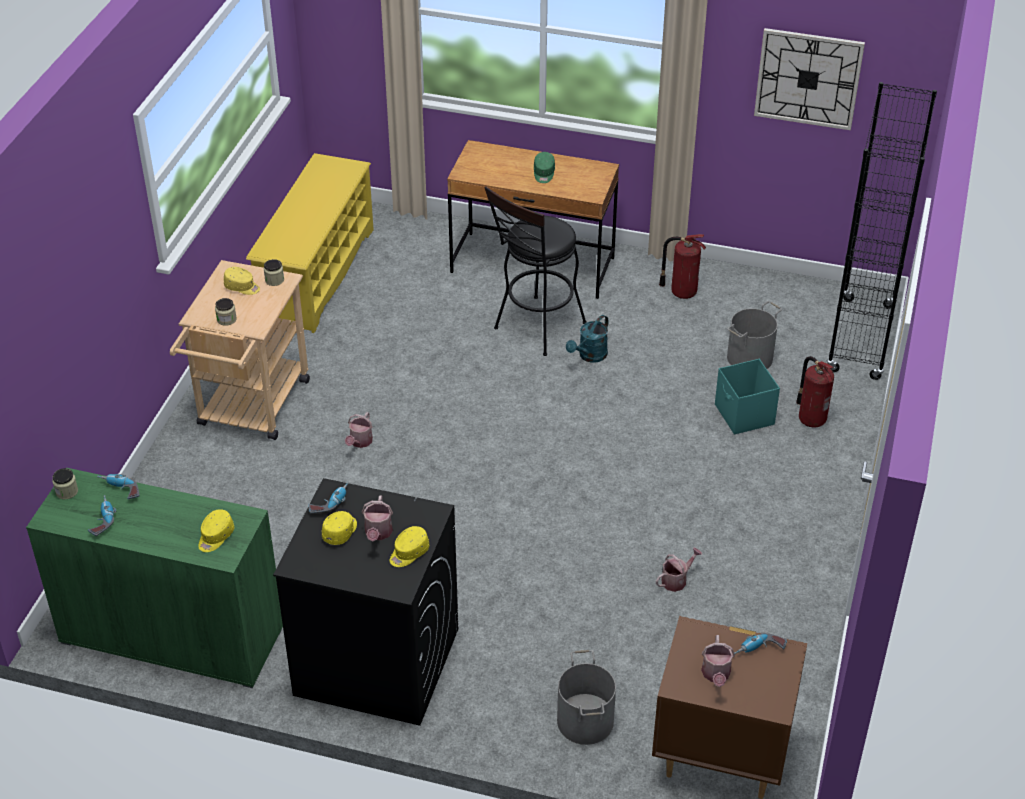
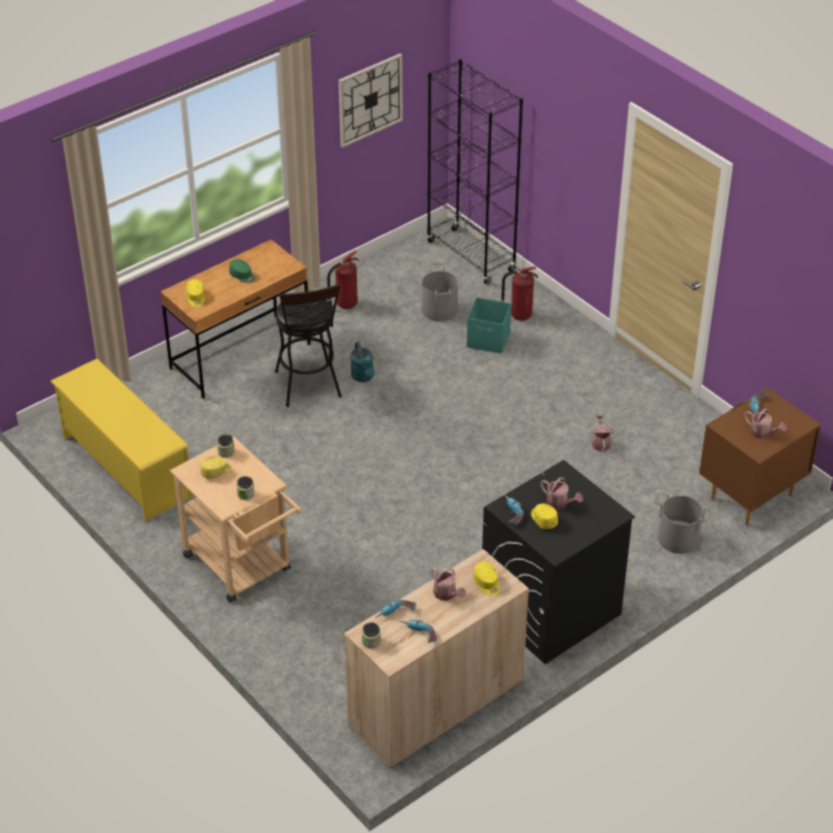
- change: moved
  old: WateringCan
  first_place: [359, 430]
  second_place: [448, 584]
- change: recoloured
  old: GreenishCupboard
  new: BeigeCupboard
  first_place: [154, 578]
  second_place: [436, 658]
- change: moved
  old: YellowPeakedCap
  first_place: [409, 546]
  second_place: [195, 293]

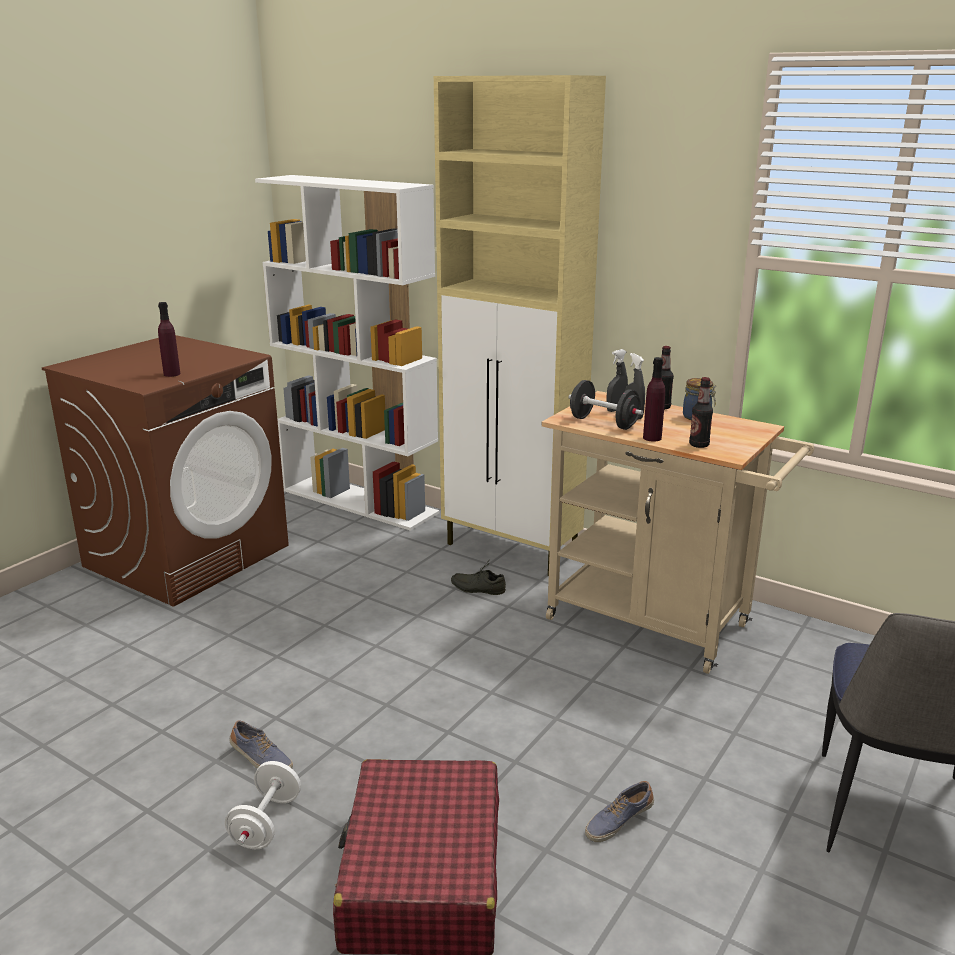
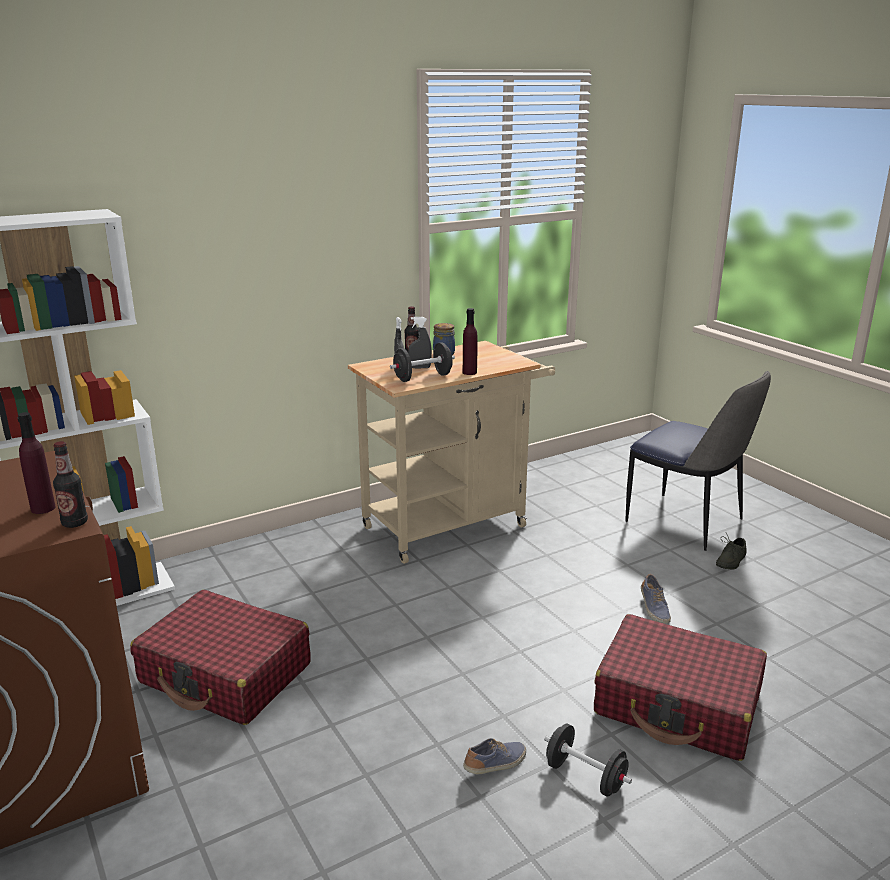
- change: removed
  old: BeigeCupboard
  first_place: [520, 325]
- change: moved
  old: BeverageBottle
  first_place: [701, 412]
  second_place: [70, 484]
- change: moved
  old: GreyItemOfFootwear
  first_place: [478, 577]
  second_place: [731, 551]
- change: recoloured
  old: WhitishDumbbell
  new: BlackishDumbbell
  first_place: [263, 805]
  second_place: [588, 760]
- change: added
  new: RedTravelCase
  second_place: [220, 657]

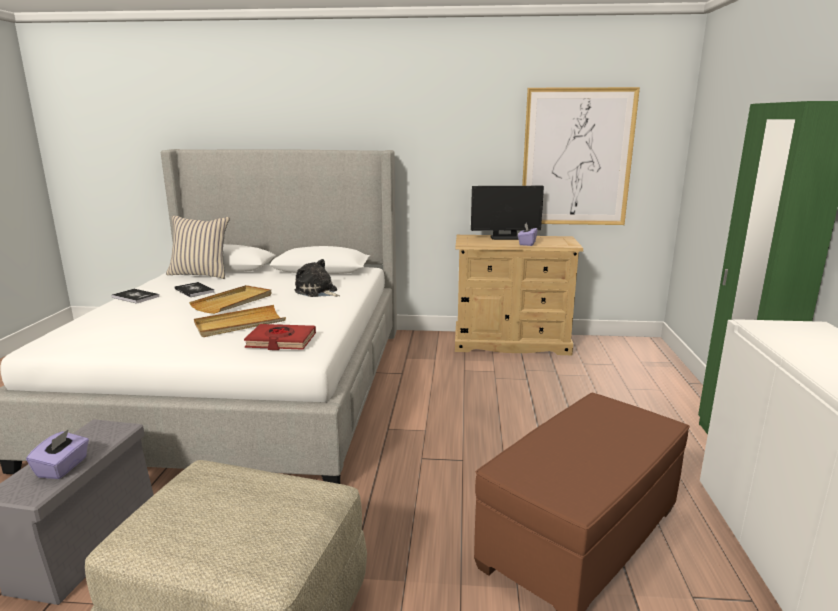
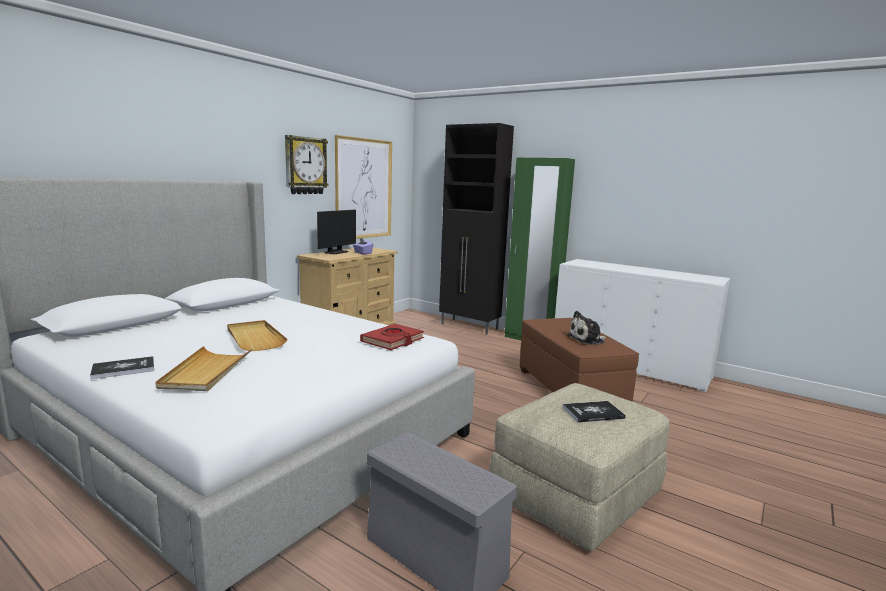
- change: removed
  old: BeigePillow
  first_place: [198, 247]
- change: moved
  old: PlushToy
  first_place: [317, 278]
  second_place: [587, 328]
- change: moved
  old: BoundBook
  first_place: [194, 289]
  second_place: [594, 411]
- change: moved
  old: BeigeServingTray
  first_place: [240, 321]
  second_place: [204, 368]
- change: removed
  old: PurpleColouredTissueHolder
  first_place: [57, 454]
- change: added
  new: BlackishCupboard
  second_place: [476, 229]
- change: added
  new: ClockOnTheWall
  second_place: [307, 164]

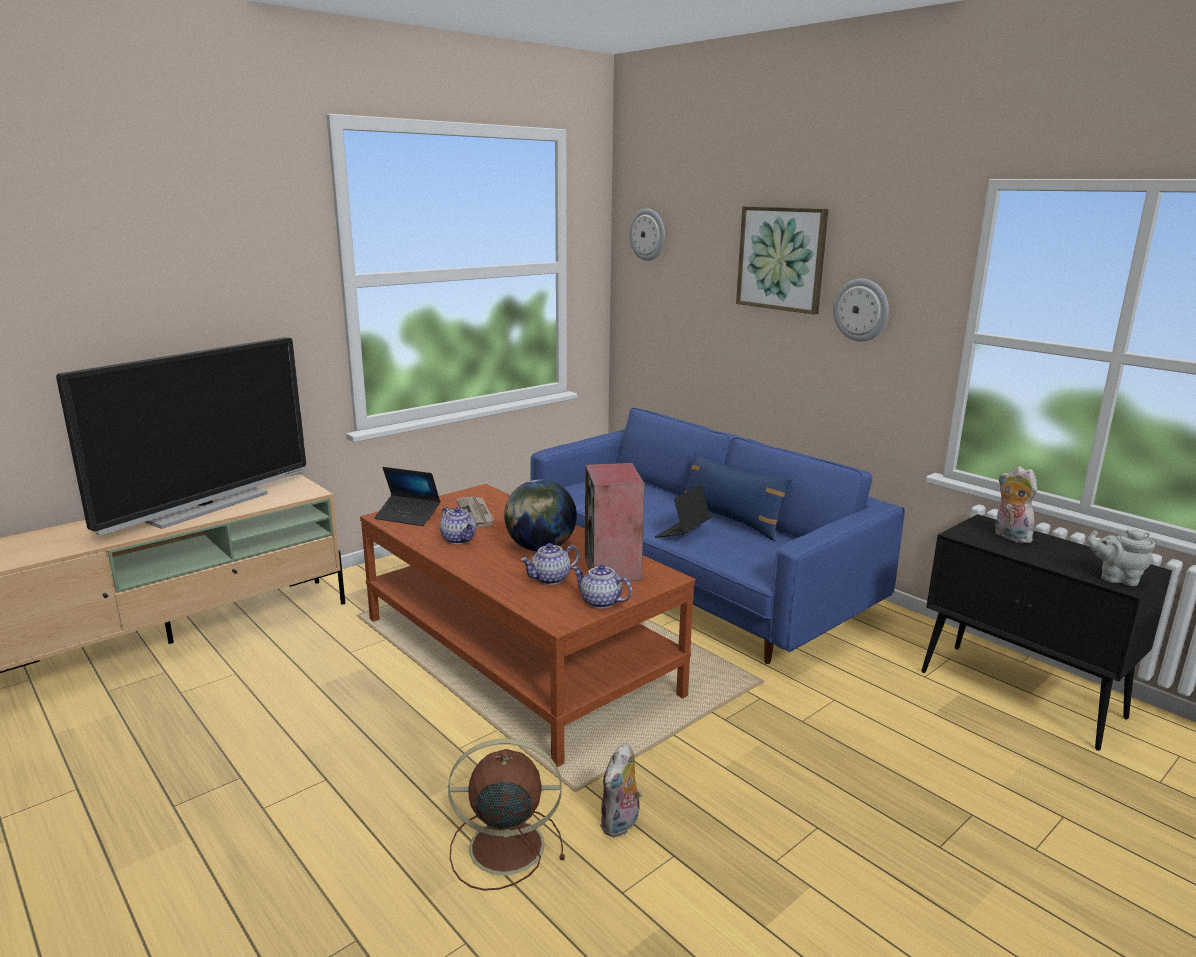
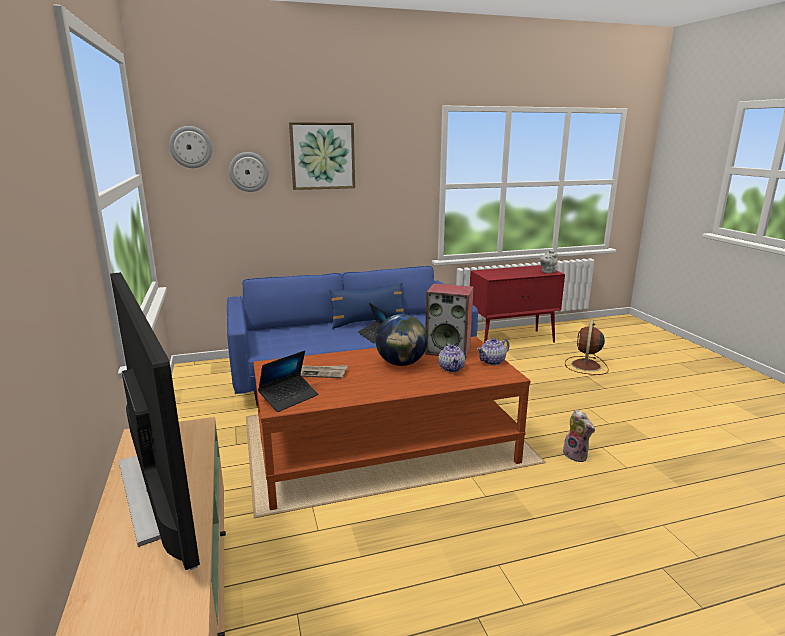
- change: moved
  old: ClockOnTheWall
  first_place: [861, 310]
  second_place: [249, 172]
- change: removed
  old: PlushToy
  first_place: [1016, 504]
- change: removed
  old: PotForTea
  first_place: [458, 525]
- change: recoloured
  old: BlackishCupboard
  new: RedCupboard
  first_place: [1046, 632]
  second_place: [517, 304]
- change: moved
  old: BrownCoolingFan
  first_place: [506, 815]
  second_place: [586, 347]

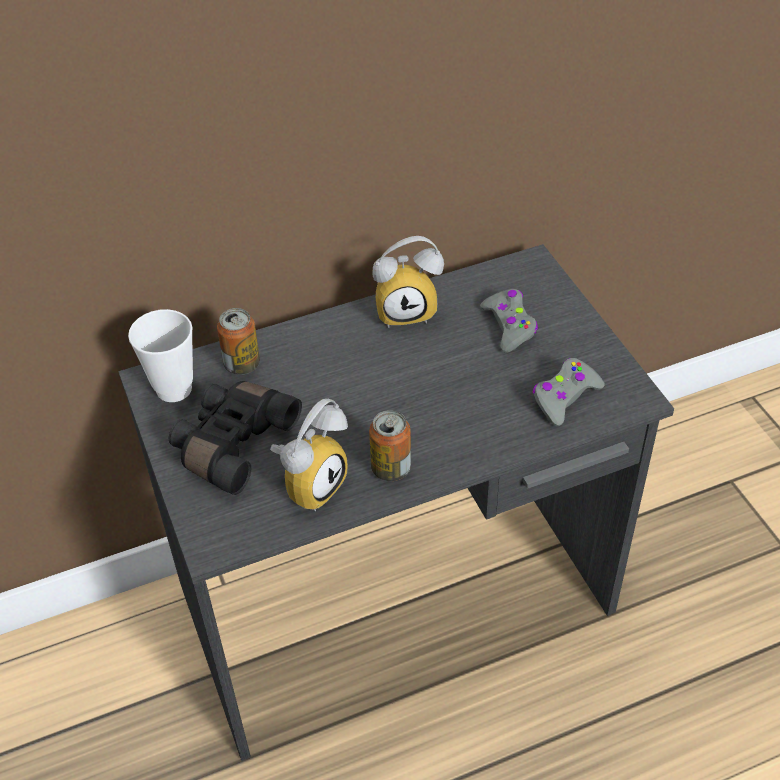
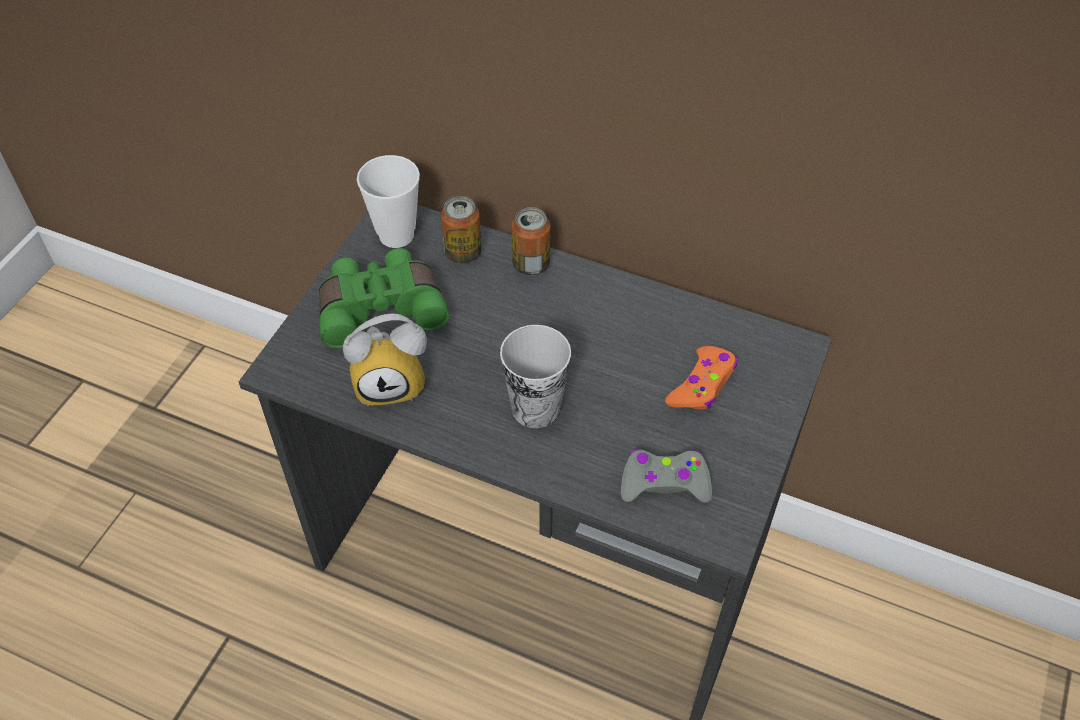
- change: removed
  old: BedsideClock
  first_place: [408, 282]
- change: recoloured
  old: GreyGamepad
  new: OrangeyGamepad
  first_place: [509, 321]
  second_place: [701, 378]
- change: recoloured
  old: BlackishBinoculars
  new: GreenishBinoculars
  first_place: [235, 438]
  second_place: [384, 298]
- change: moved
  old: Can
  first_place: [390, 445]
  second_place: [531, 241]
- change: added
  new: Cup
  second_place: [535, 376]

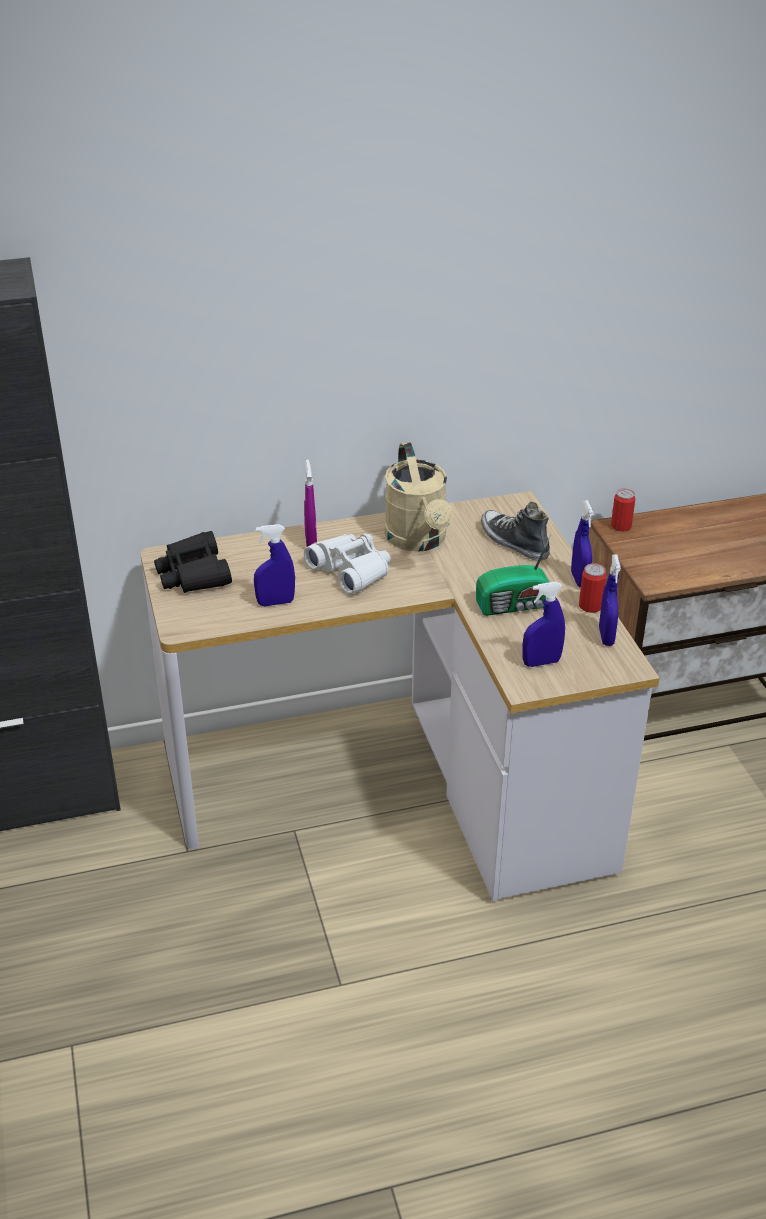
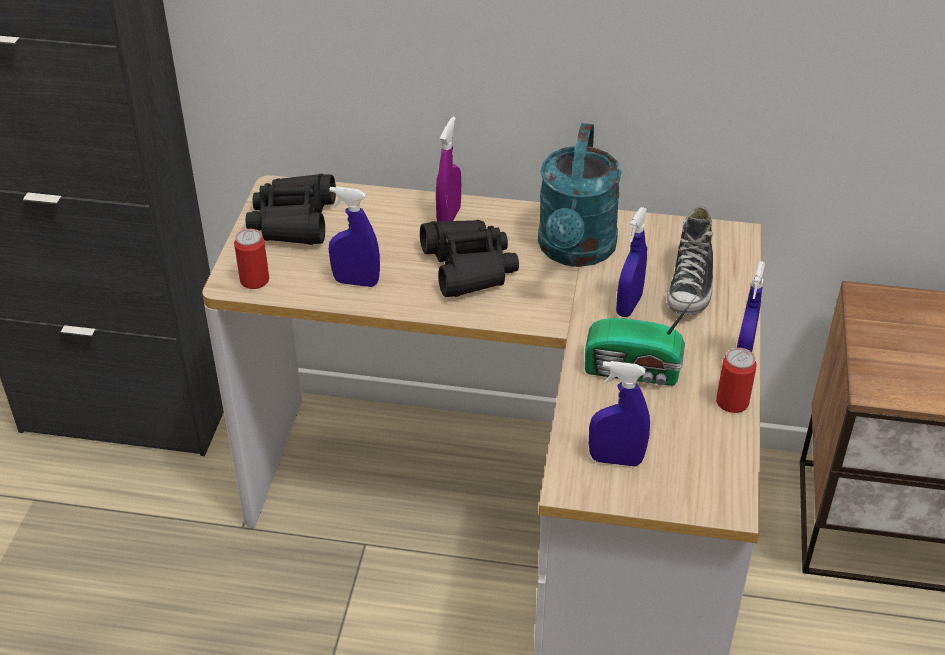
- change: recoloured
  old: BeigeWateringCan
  new: BlueGreenWateringCan
  first_place: [418, 497]
  second_place: [580, 195]
- change: moved
  old: Can
  first_place: [623, 510]
  second_place: [252, 259]
- change: turned
  old: ItemOfFootwear
  first_place: [515, 531]
  second_place: [690, 260]
  degrees: -150
- change: recoloured
  old: WhitishBinoculars
  new: BlackishBinoculars
  first_place: [347, 564]
  second_place: [469, 258]
- change: moved
  old: BlueColouredHandSprayer
  first_place: [610, 600]
  second_place: [631, 262]

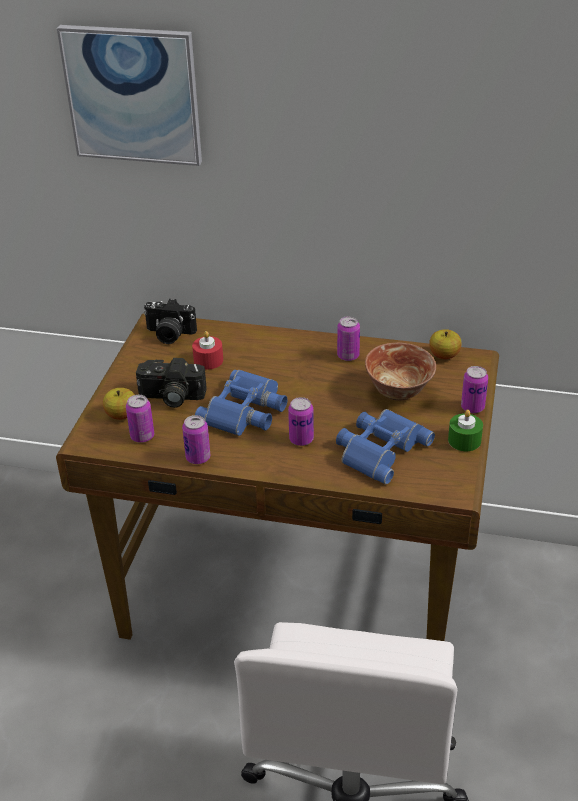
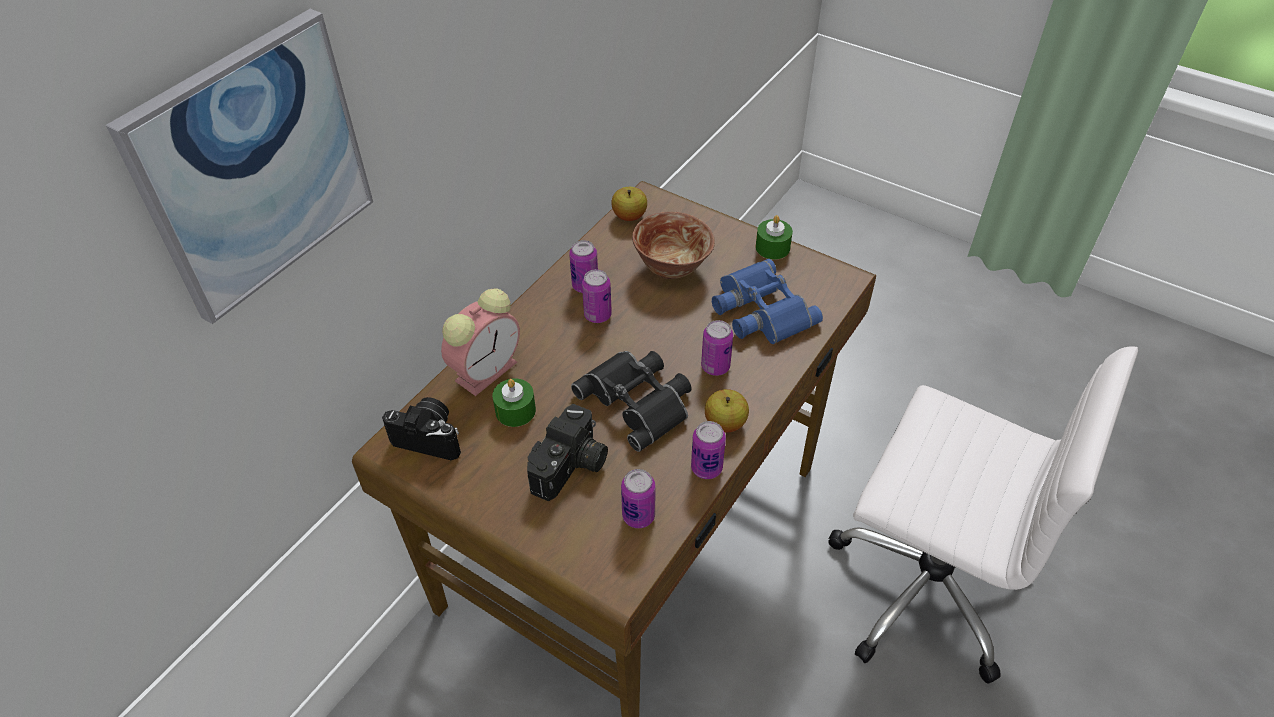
- change: turned
  old: StillCamera
  first_place: [170, 321]
  second_place: [421, 428]
  degrees: -105
- change: recoloured
  old: RedWaxLight
  new: GreenishWaxLight
  first_place: [207, 350]
  second_place: [514, 402]
- change: moved
  old: Can
  first_place: [474, 389]
  second_place: [597, 296]
- change: recoloured
  old: BlueColouredBinoculars
  new: BlackishBinoculars
  first_place: [241, 403]
  second_place: [631, 401]
- change: moved
  old: AppleFruit
  first_place: [119, 404]
  second_place: [727, 411]
- change: added
  new: BedsideClock
  second_place: [480, 342]

